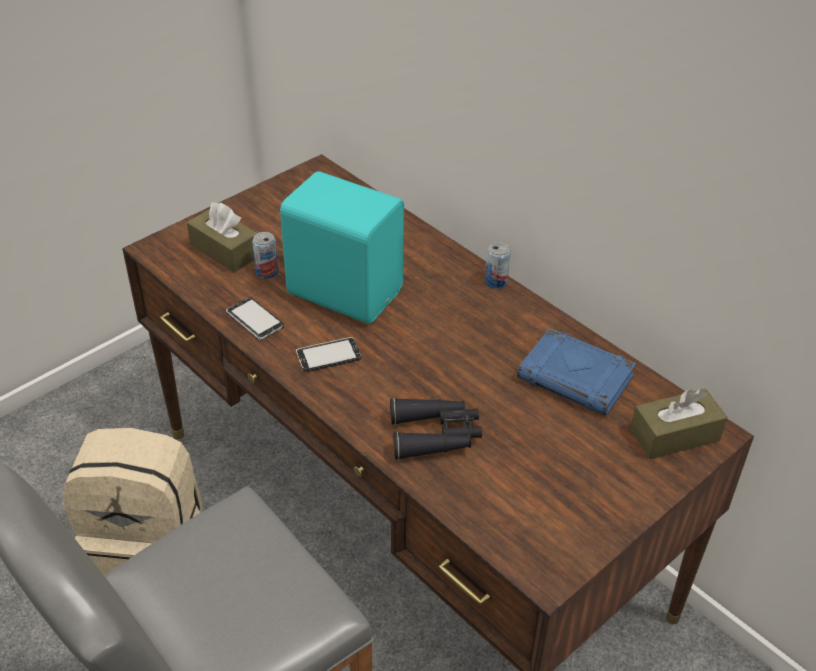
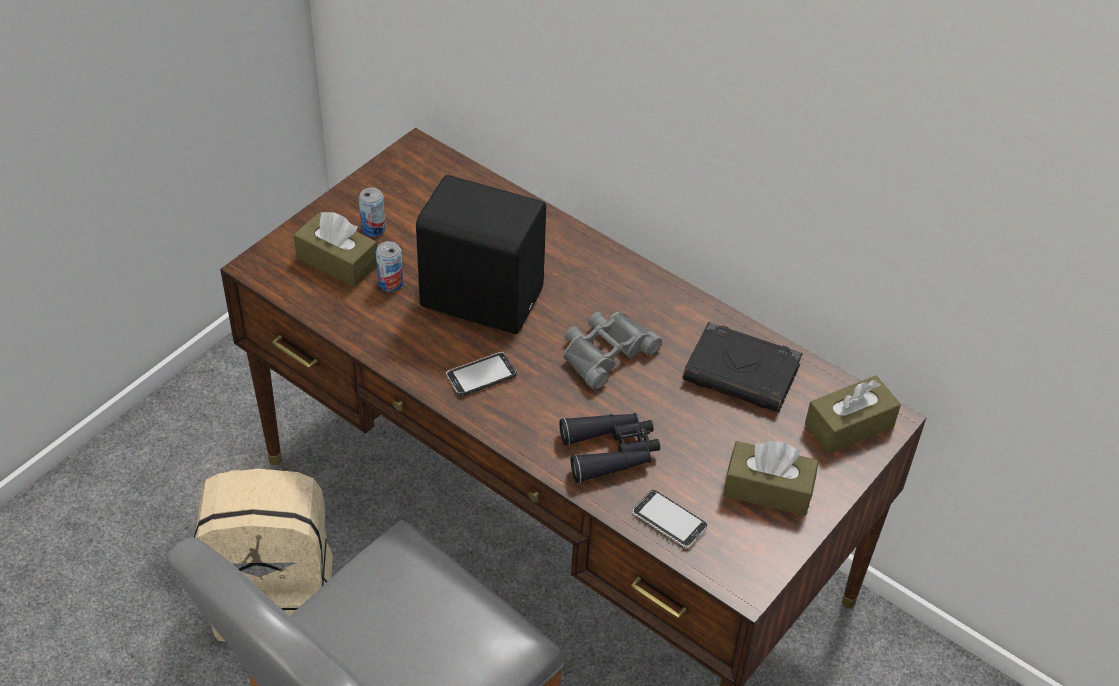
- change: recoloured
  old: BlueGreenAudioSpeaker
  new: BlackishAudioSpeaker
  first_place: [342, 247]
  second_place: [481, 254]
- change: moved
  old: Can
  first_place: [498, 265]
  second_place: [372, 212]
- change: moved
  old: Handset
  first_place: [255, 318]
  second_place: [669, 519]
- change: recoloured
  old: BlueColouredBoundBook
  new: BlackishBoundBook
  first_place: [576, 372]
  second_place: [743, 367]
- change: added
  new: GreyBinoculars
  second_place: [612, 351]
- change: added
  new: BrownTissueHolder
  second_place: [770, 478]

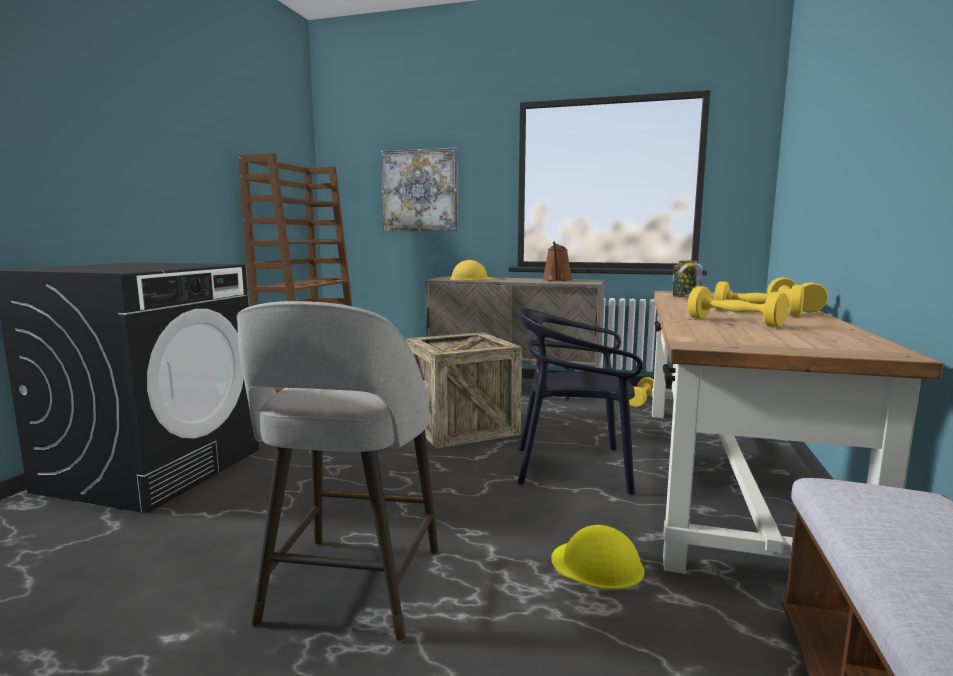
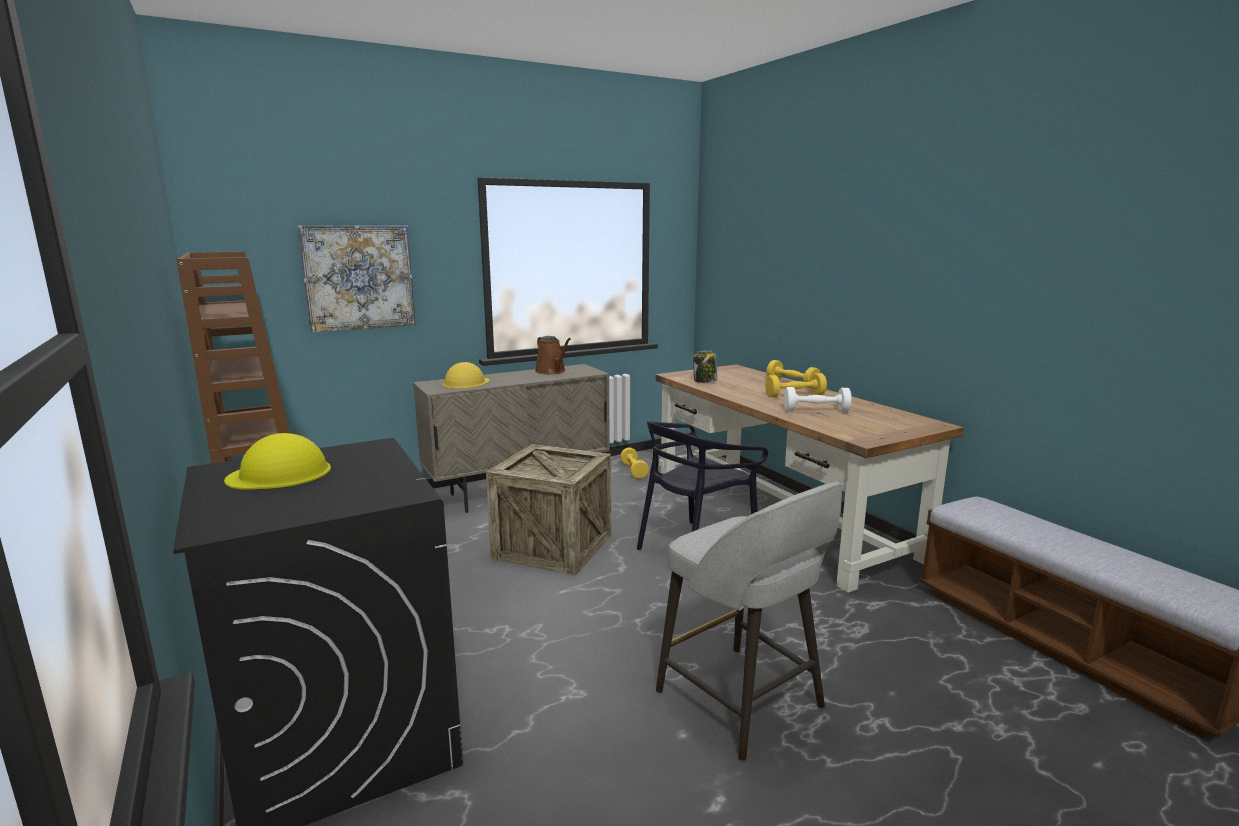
- change: recoloured
  old: YellowDumbbell
  new: WhitishDumbbell
  first_place: [738, 307]
  second_place: [818, 399]
- change: moved
  old: YellowSafetyHelmet
  first_place: [598, 557]
  second_place: [277, 461]

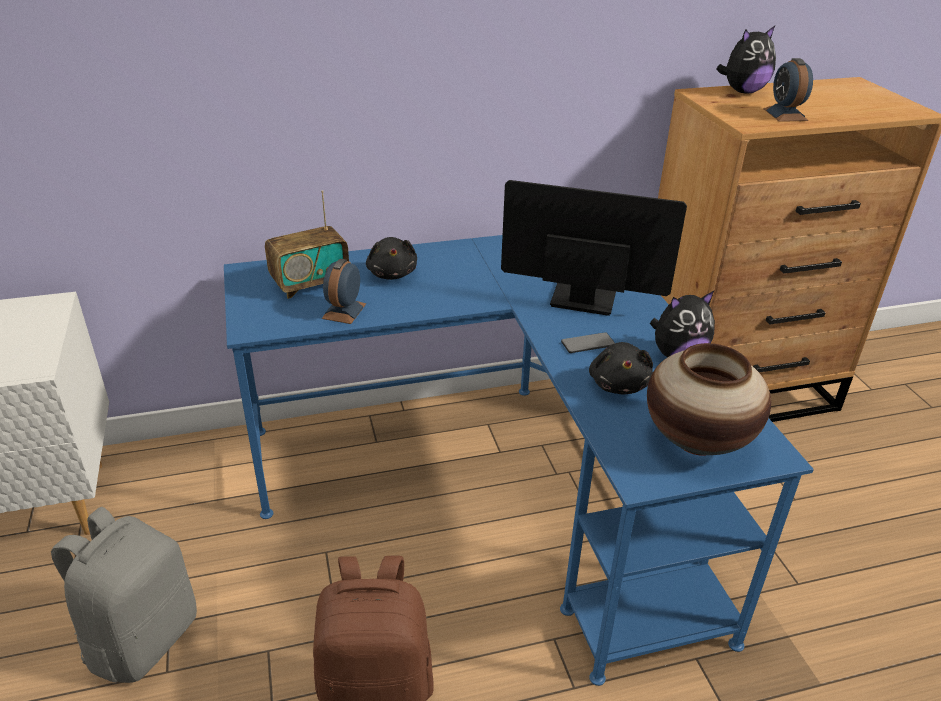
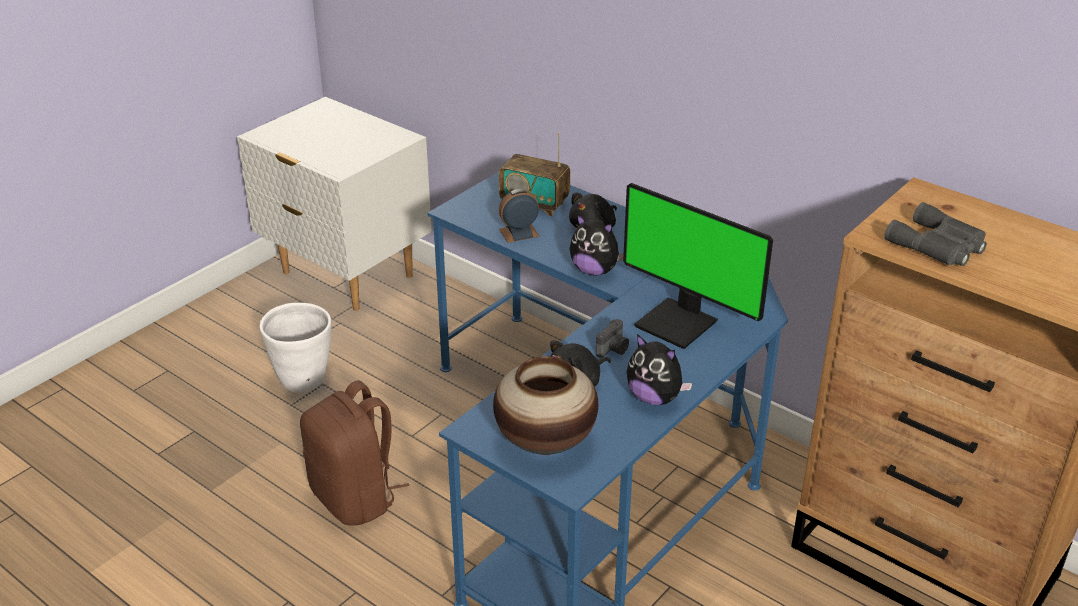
- change: moved
  old: PlushToy
  first_place: [746, 60]
  second_place: [596, 244]
- change: replaced
  old: BedsideClock
  new: GreyBinoculars
  first_place: [788, 90]
  second_place: [935, 234]
- change: turned
  old: ComputerDisplay
  first_place: [594, 248]
  second_place: [698, 266]
  degrees: 150
- change: replaced
  old: Handset
  new: StillCamera
  first_place: [588, 342]
  second_place: [612, 338]
- change: replaced
  old: GreyBackpack
  new: WhitishPlantPot
  first_place: [124, 595]
  second_place: [296, 348]

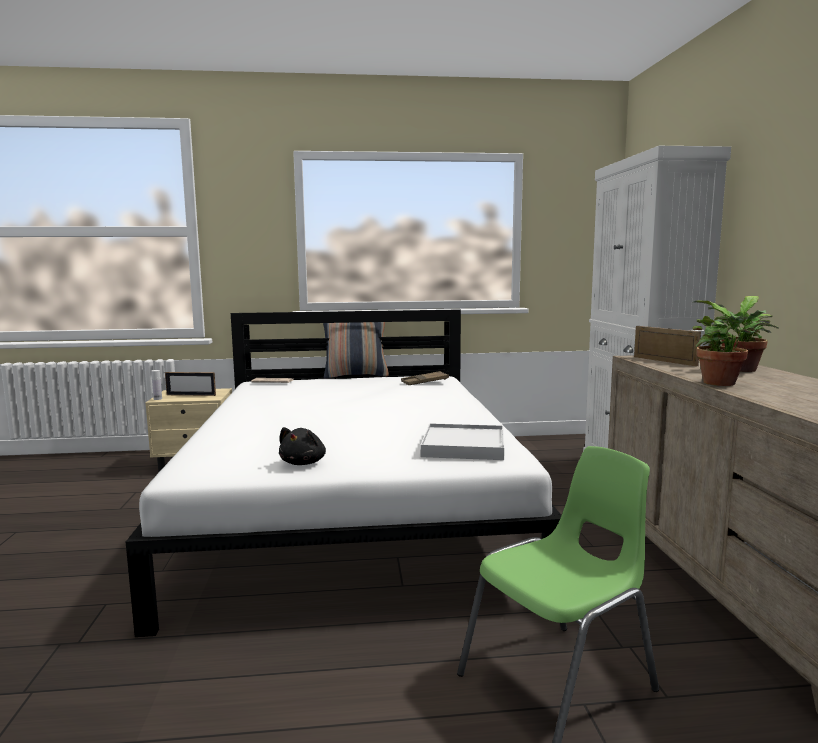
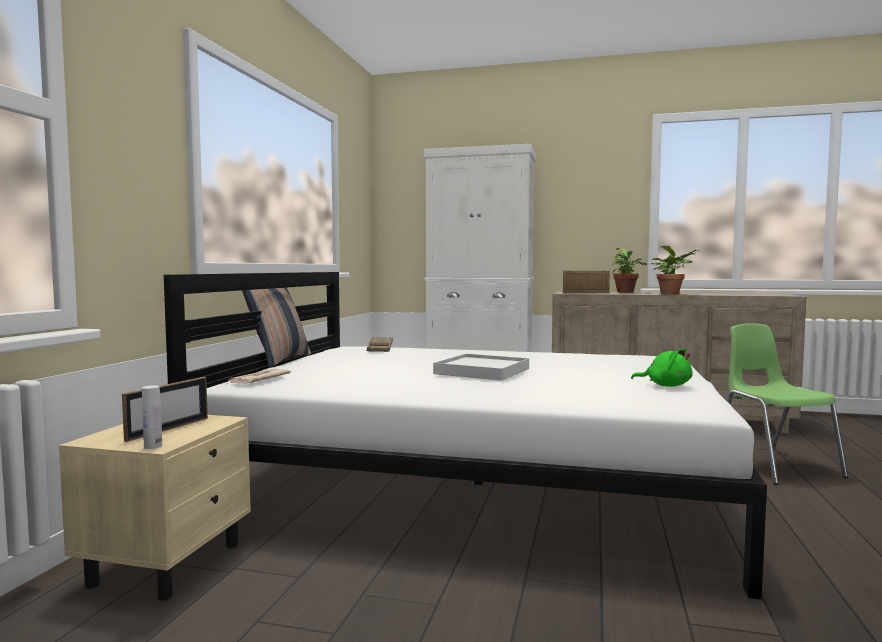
- change: moved
  old: WhitishServingTray
  first_place: [462, 441]
  second_place: [481, 367]
- change: recoloured
  old: BlackishPlushToy
  new: GreenishPlushToy
  first_place: [302, 446]
  second_place: [662, 368]

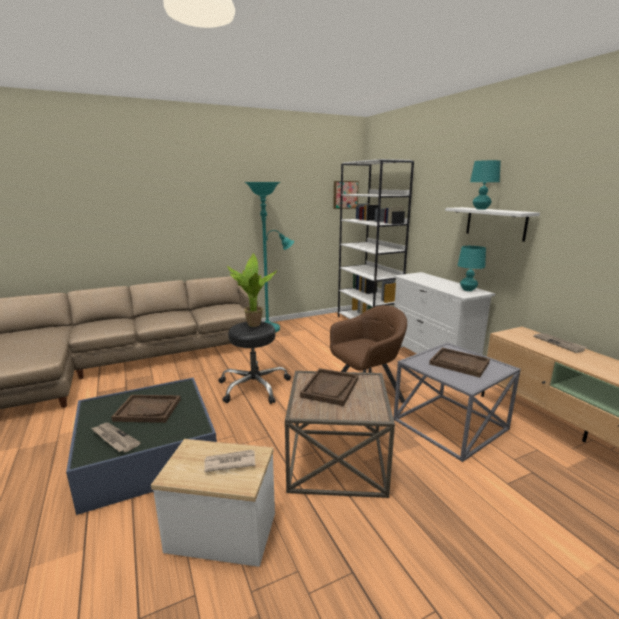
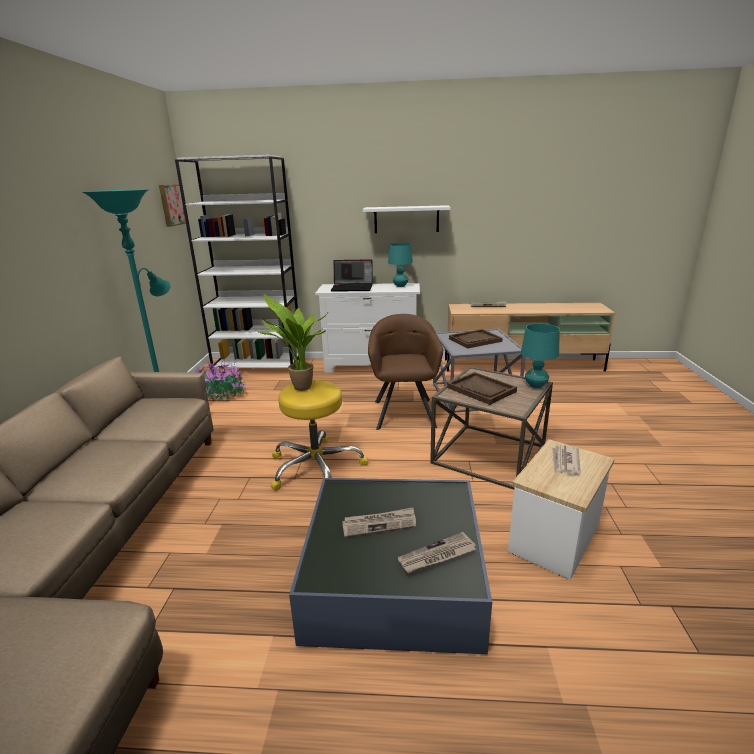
- change: moved
  old: BlueGreenTableLamp
  first_place: [485, 185]
  second_place: [540, 356]
- change: recoloured
  old: BlackishStoolSeat
  new: YellowStoolSeat
  first_place: [254, 363]
  second_place: [319, 435]
- change: replaced
  old: BrownServingTray
  new: PrintedPaper
  first_place: [146, 409]
  second_place: [379, 522]
- change: added
  new: Laptop
  second_place: [352, 275]
- change: added
  new: PlantInAPot
  second_place: [219, 380]

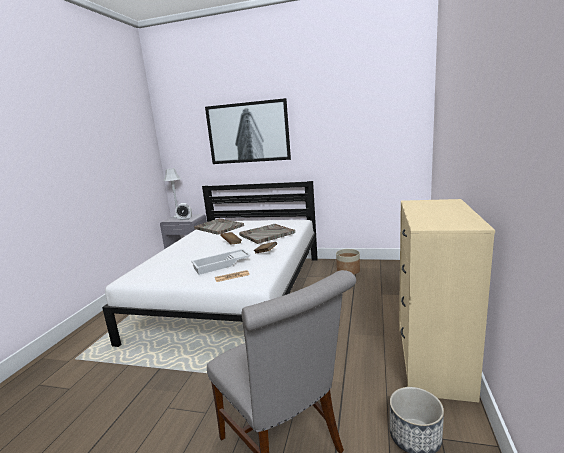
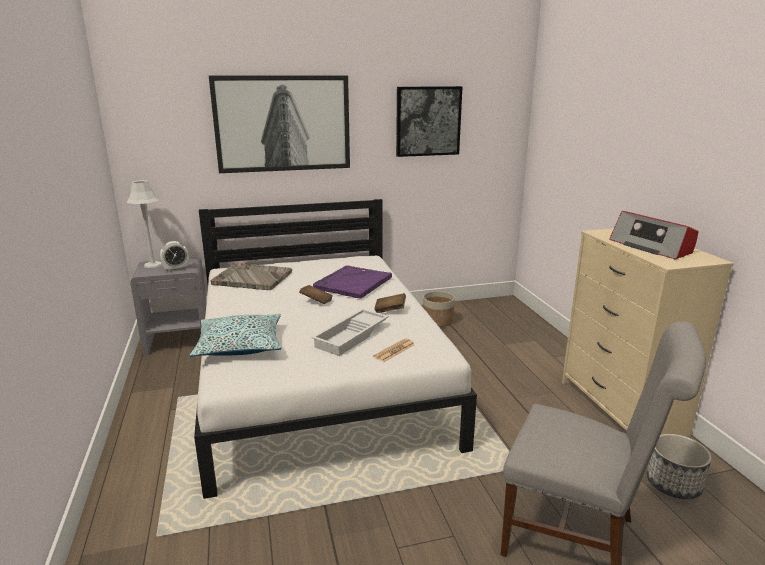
- change: recoloured
  old: GreyServingTray
  new: PurpleColouredServingTray
  first_place: [267, 234]
  second_place: [352, 282]
- change: added
  new: WallArt
  second_place: [429, 121]
- change: added
  new: RadioSet
  second_place: [654, 235]
- change: added
  new: Pillow
  second_place: [235, 335]

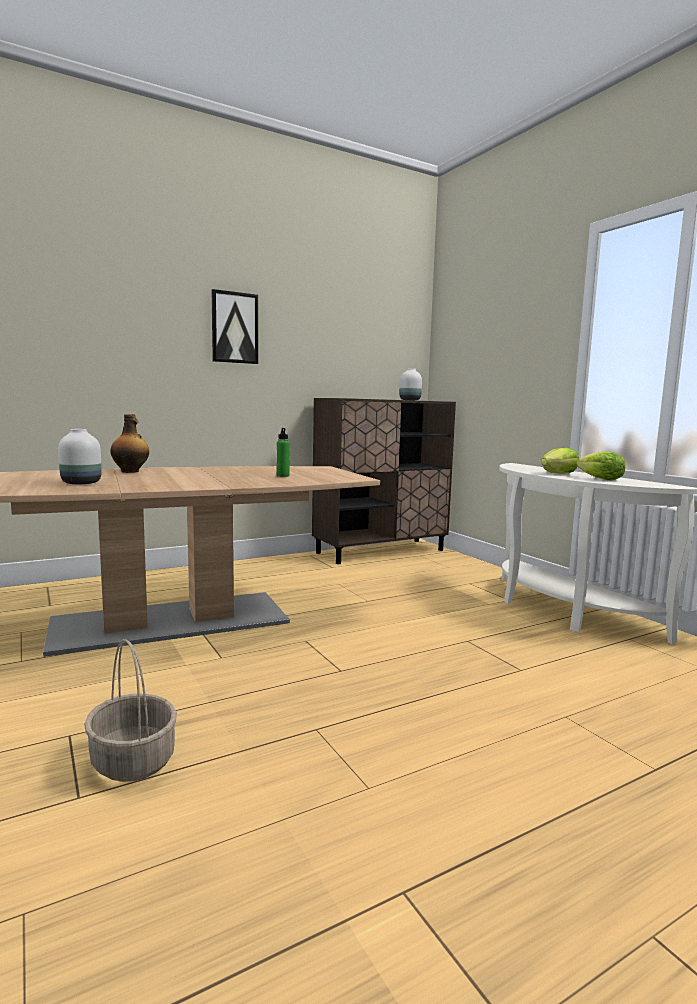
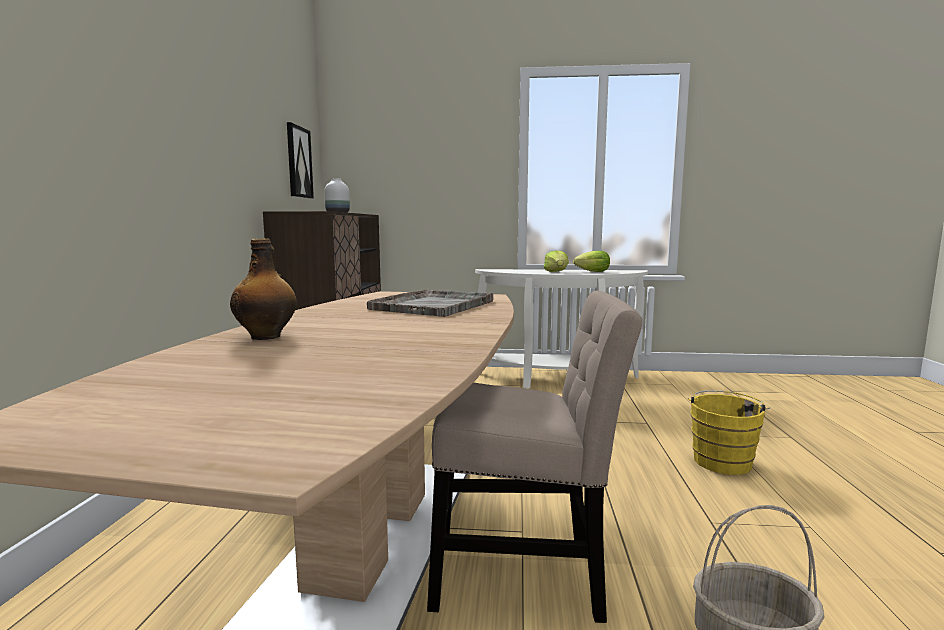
- change: moved
  old: WallArt
  first_place: [235, 326]
  second_place: [300, 160]
- change: replaced
  old: GreenishBeverageBottle
  new: GreyServingTray
  first_place: [283, 452]
  second_place: [430, 303]
- change: removed
  old: WhitishVase
  first_place: [80, 456]
- change: added
  new: BeigeUprightChair
  second_place: [534, 456]
- change: added
  new: YellowWaterBucket
  second_place: [729, 433]

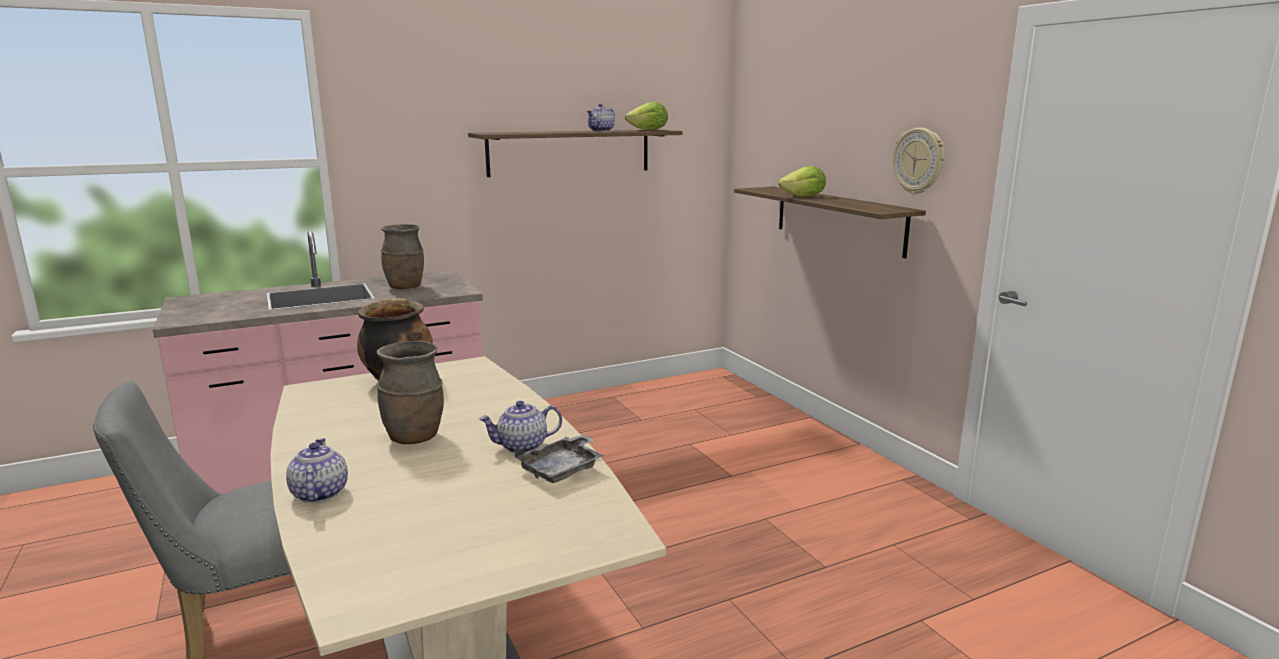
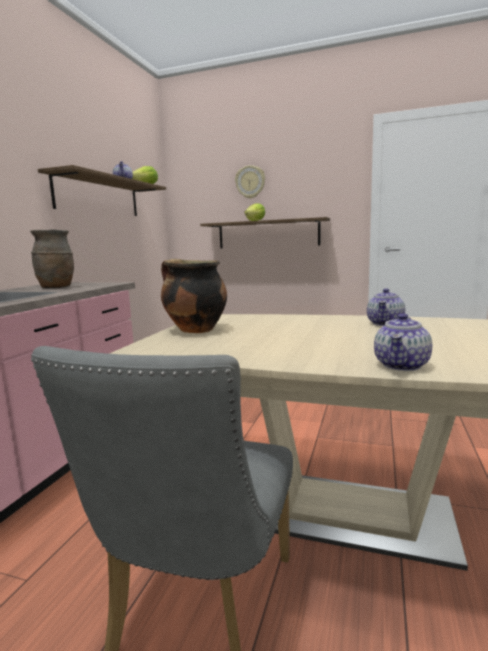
- change: moved
  old: ClockOnTheWall
  first_place: [919, 161]
  second_place: [250, 182]
- change: removed
  old: BrownVase
  first_place: [410, 392]
- change: removed
  old: GreyServingTray
  first_place: [559, 458]
- change: turned
  old: PotForTea
  first_place: [317, 470]
  second_place: [403, 342]
  degrees: -90

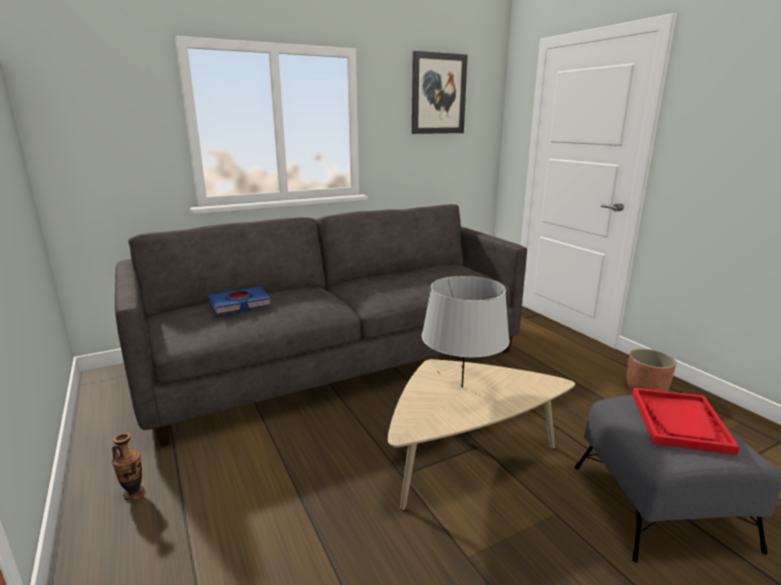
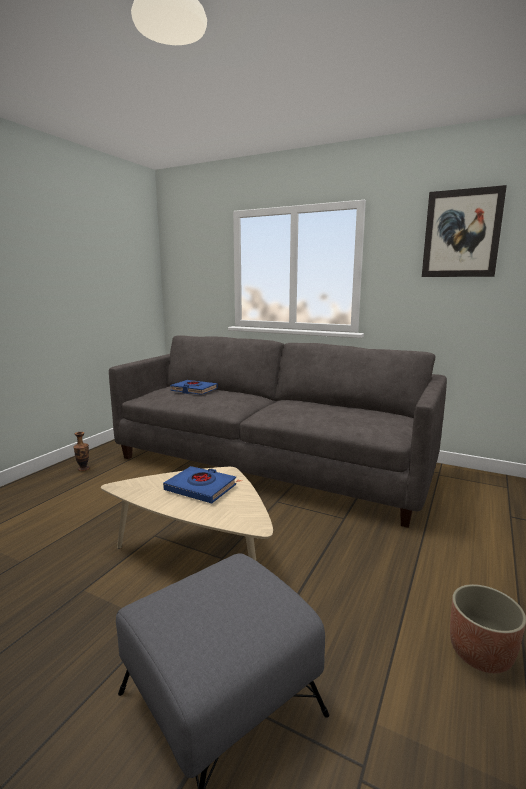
- change: replaced
  old: GreyTableLamp
  new: BlueColouredBoundBook
  first_place: [465, 332]
  second_place: [199, 485]
- change: removed
  old: RedServingTray
  first_place: [686, 421]

